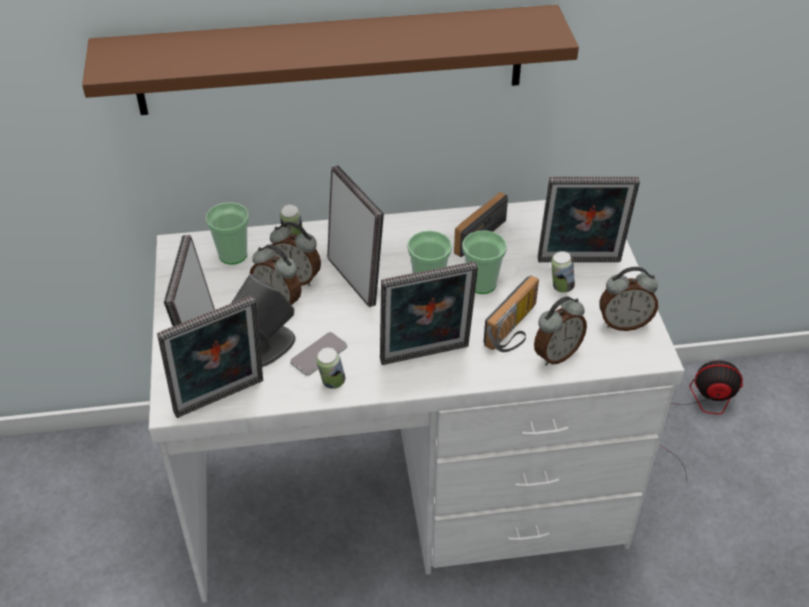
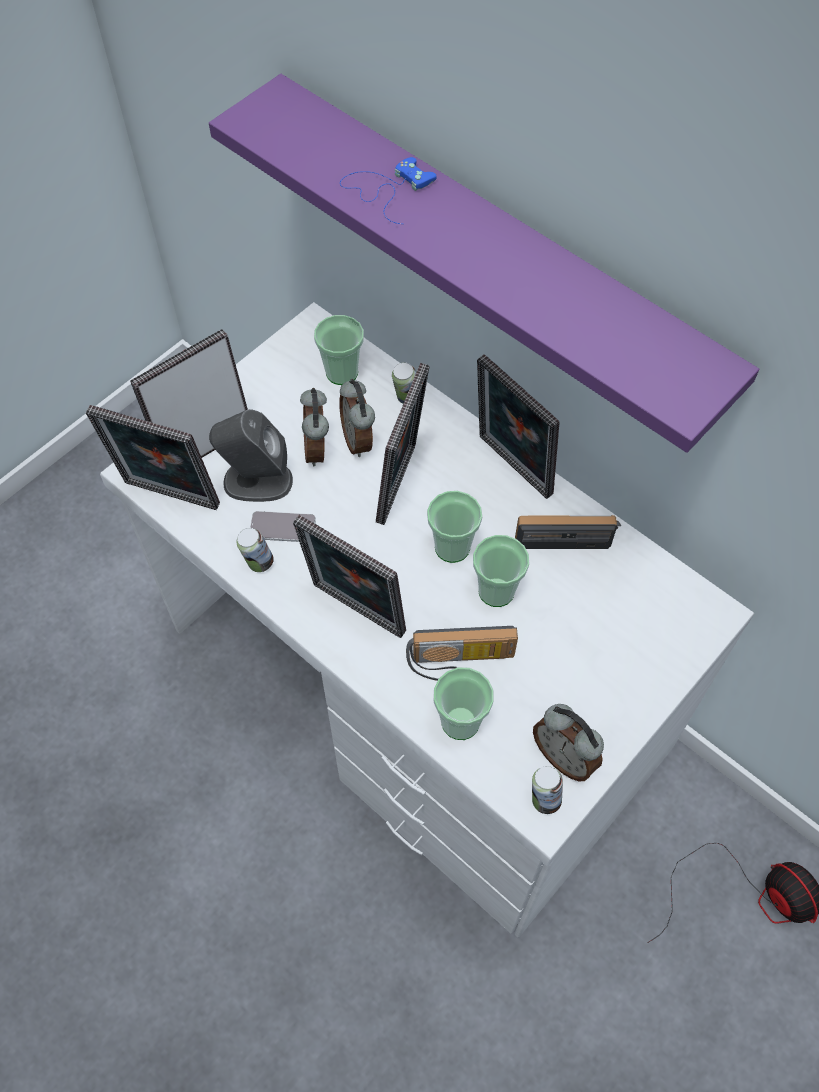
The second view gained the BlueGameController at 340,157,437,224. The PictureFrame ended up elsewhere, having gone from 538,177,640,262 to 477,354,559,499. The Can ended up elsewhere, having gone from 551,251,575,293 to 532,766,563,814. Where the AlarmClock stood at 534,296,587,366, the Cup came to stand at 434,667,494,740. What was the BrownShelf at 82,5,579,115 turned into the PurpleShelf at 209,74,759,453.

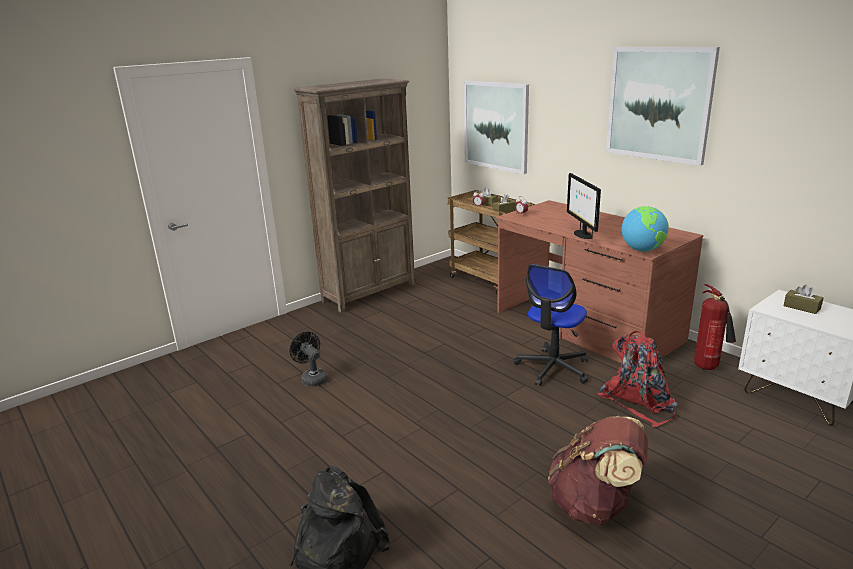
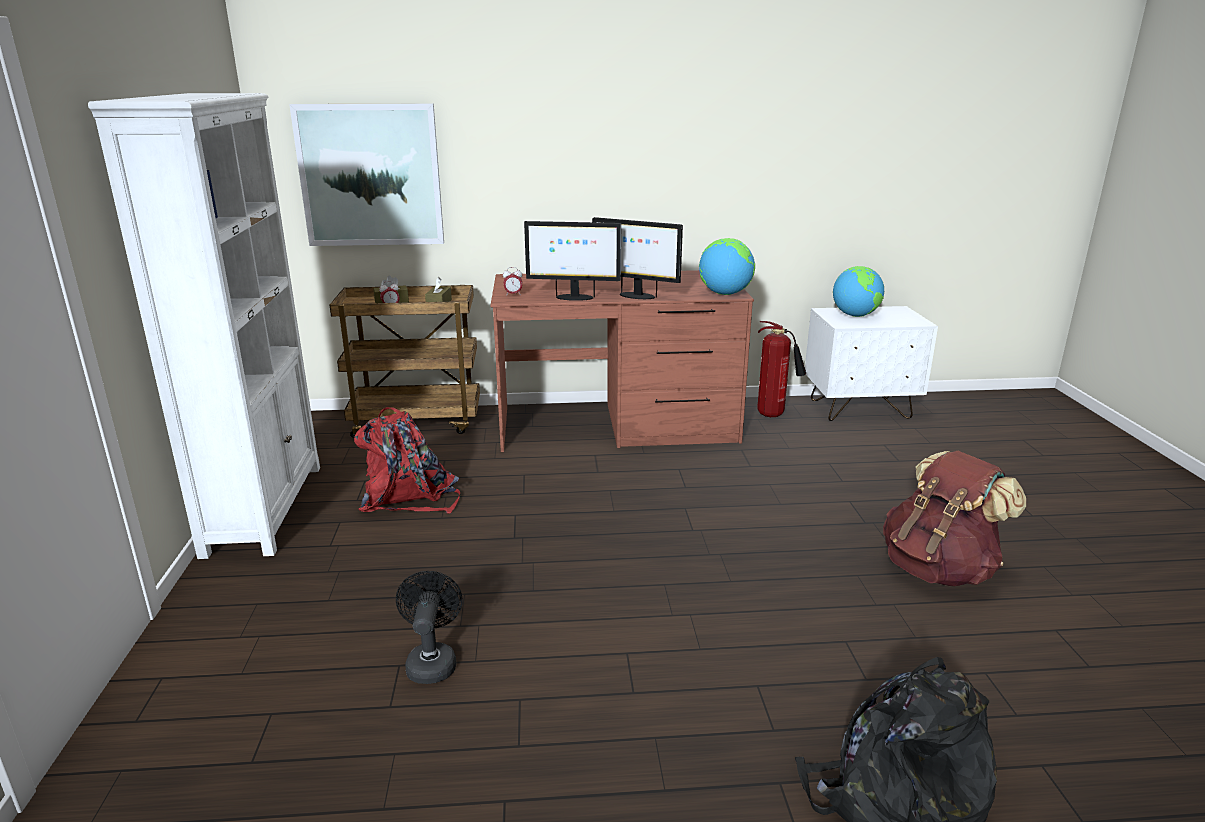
The second view lost the OfficeChair at 514,264,588,386. The second view lost the Picture at 606,47,720,166. The second view gained the Monitor at 524,221,621,301. The RedBackpack ended up elsewhere, having gone from 598,331,678,428 to 354,407,460,514. Where the BrownTissueBox stood at 784,285,823,314, the Globe came to stand at 833,266,884,317. What was the BrownBookcase at 294,78,416,313 turned into the WhiteBookcase at 88,93,320,559. The BlackFan at 289,332,328,387 ended up facing another way, 90 degrees clockwise from before.

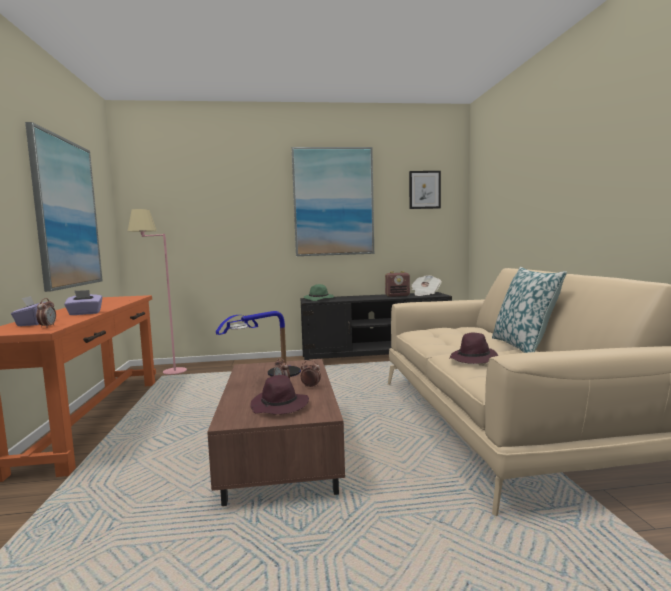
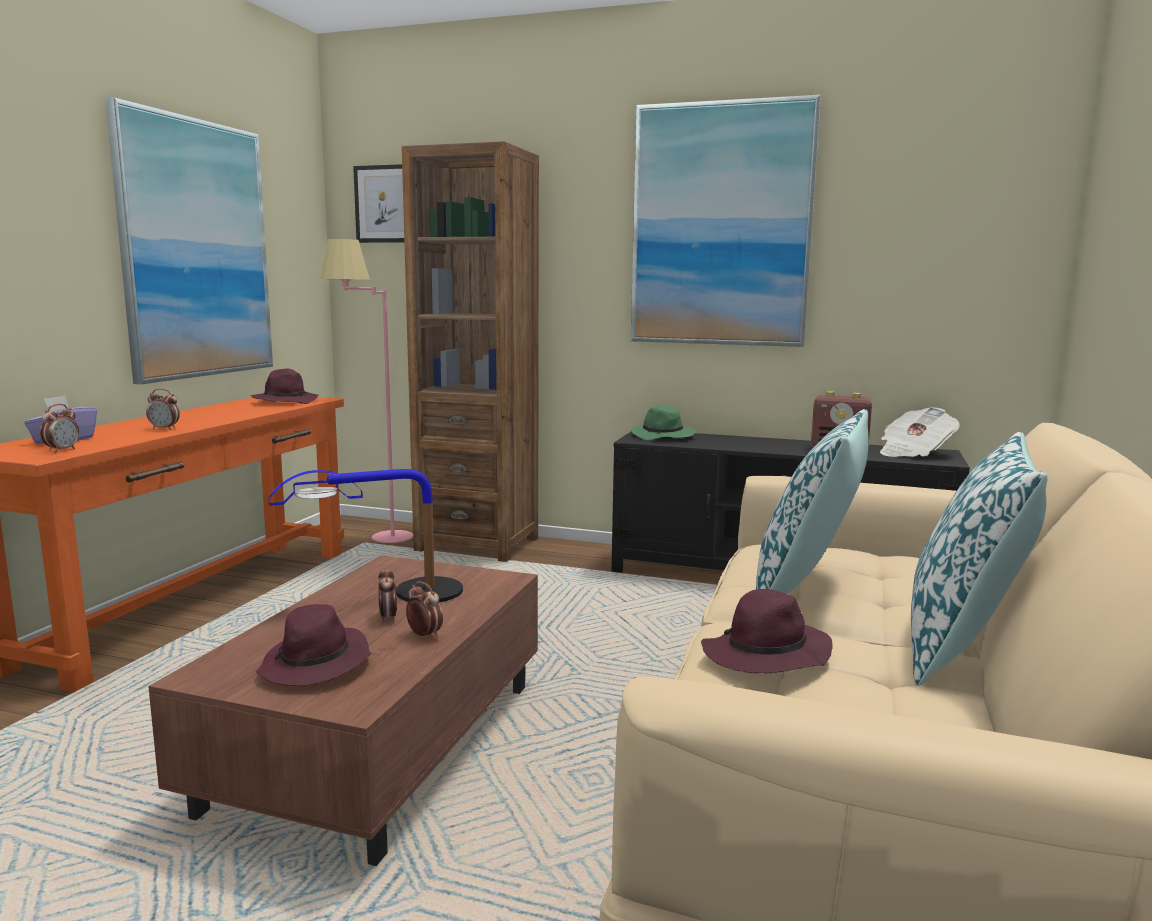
The second view gained the PurpleHat at 251,369,319,404. The second view gained the BrownBookcase at 402,141,539,562. The second view gained the Pillow at 756,409,869,594. The Picture ended up elsewhere, having gone from 409,171,441,209 to 353,164,404,243. Where the PurpleTissueBox stood at 64,290,103,315, the AlarmClock came to stand at 146,389,180,430.

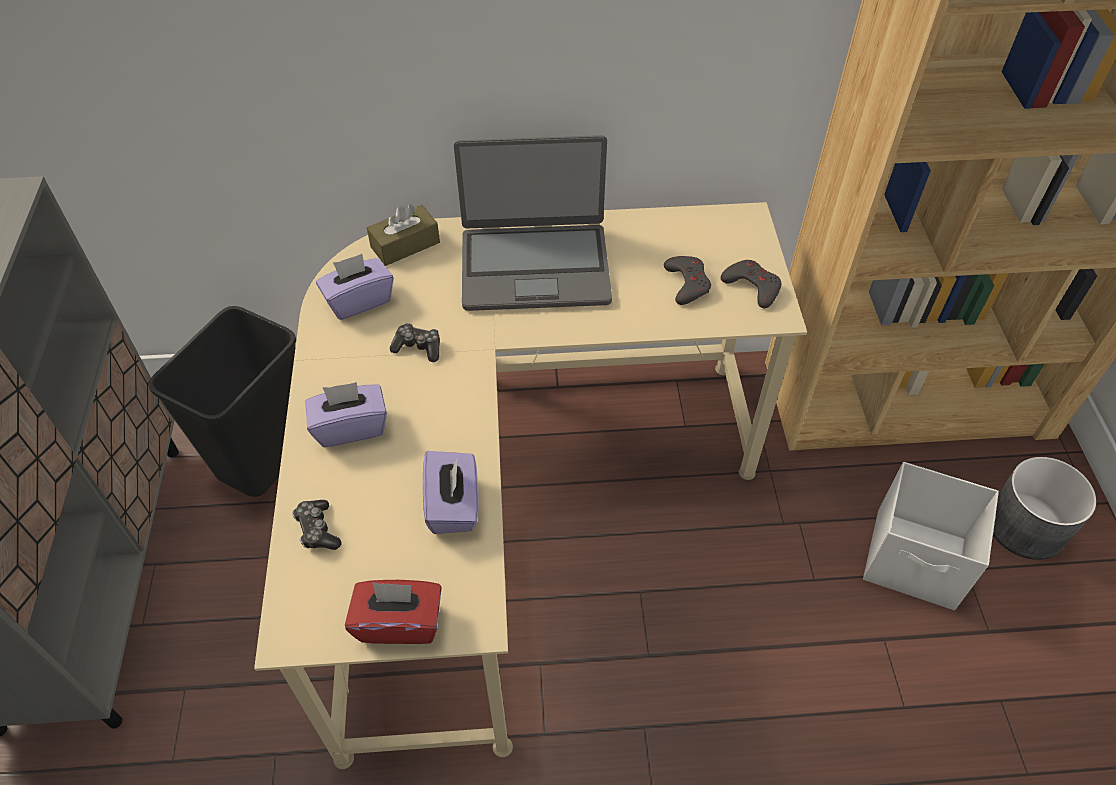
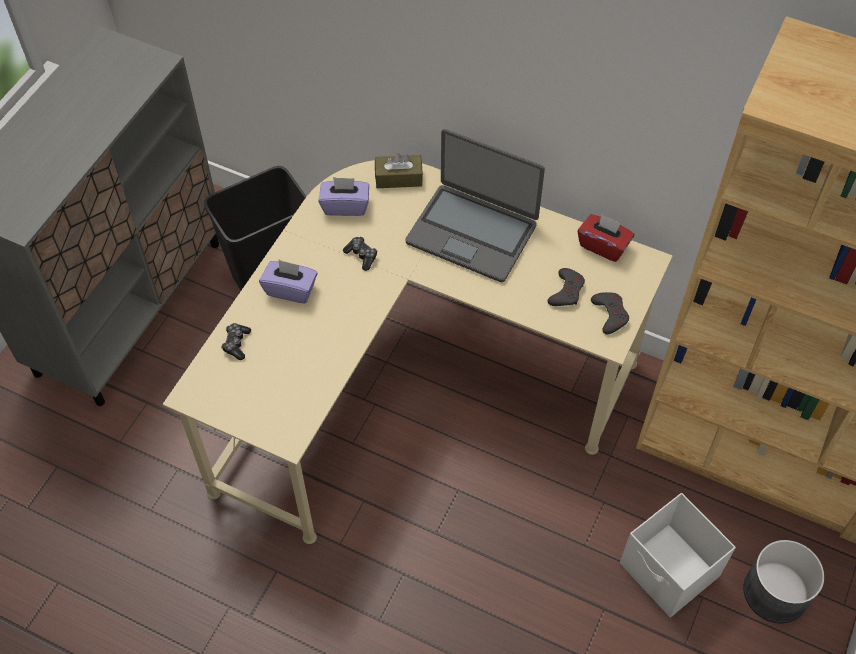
The second view lost the PurpleTissueBox at 423,451,479,534. The RedTissueBox ended up elsewhere, having gone from 345,580,442,644 to 578,214,634,262.

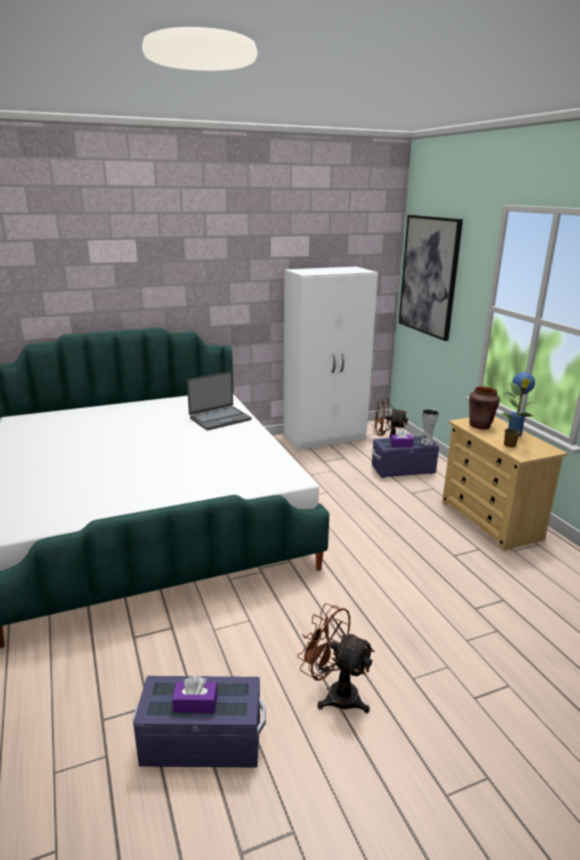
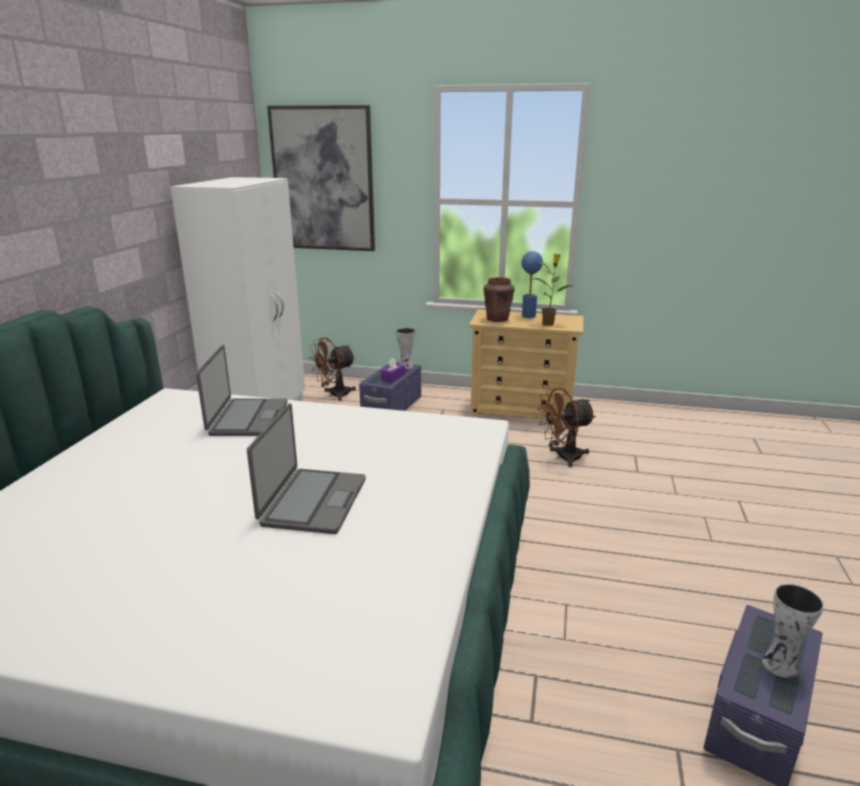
The second view gained the Laptop at 247,403,366,534. The BrownFan ended up elsewhere, having gone from 297,603,375,713 to 537,388,596,467. Where the PurpleTissueBox stood at 172,676,217,713, the Vase came to stand at 762,583,824,678.

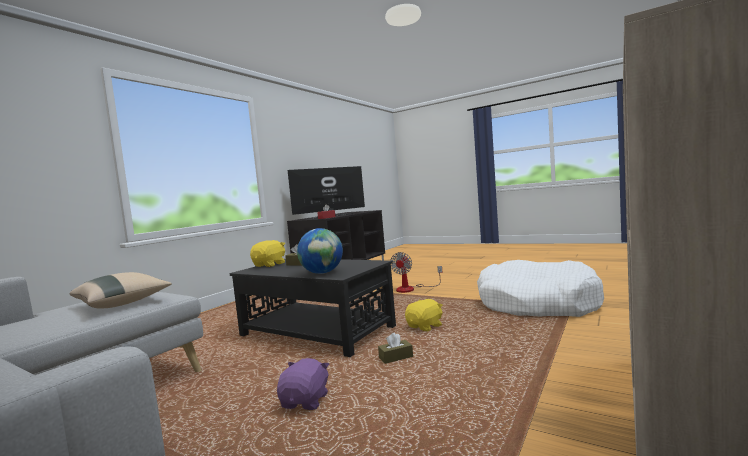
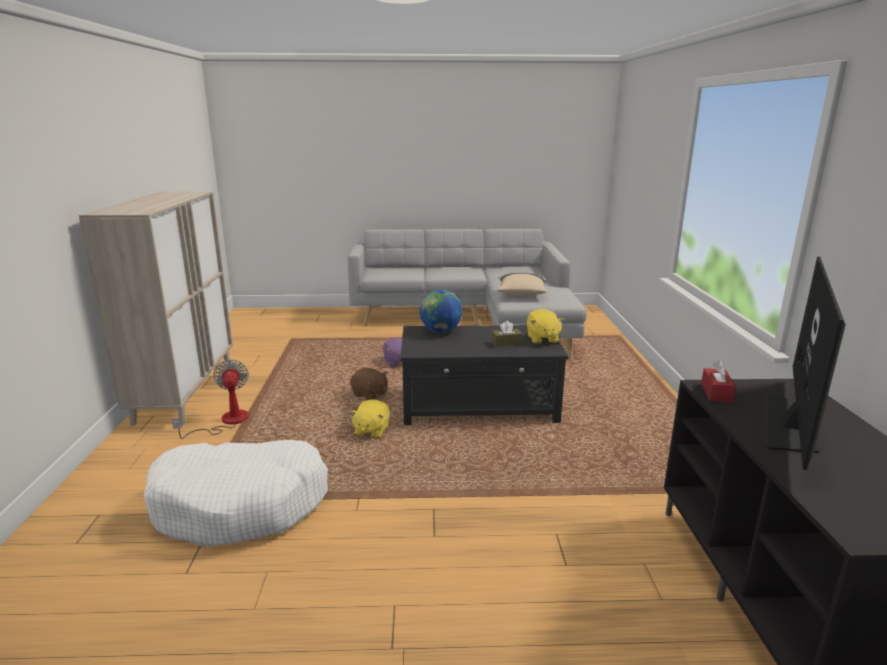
The Fan ended up elsewhere, having gone from 390,252,442,293 to 172,360,249,439. Where the BrownTissueBox stood at 378,332,413,364, the BrownPlushToy came to stand at 350,368,388,400.

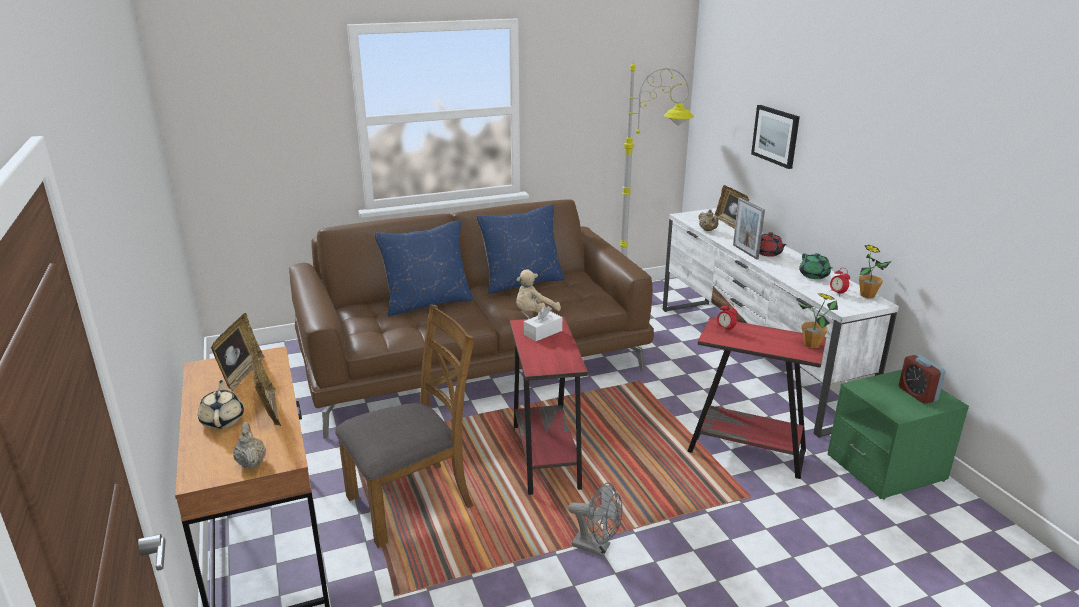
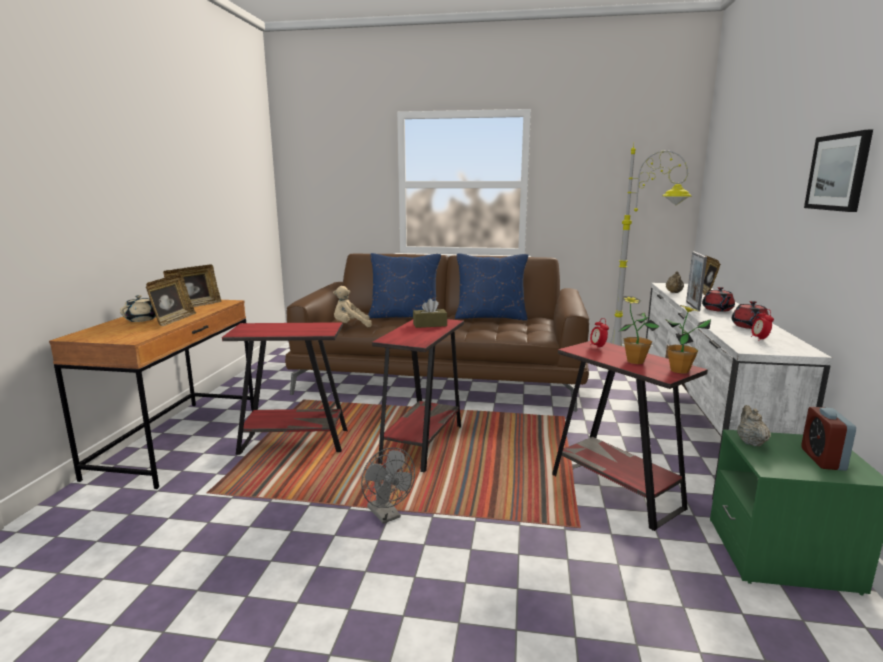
The BeigeTeapot ended up elsewhere, having gone from 233,422,266,469 to 737,405,771,446. The BeigePlushToy ended up elsewhere, having gone from 516,269,561,313 to 333,286,372,327. The Picture ended up elsewhere, having gone from 751,105,800,169 to 804,130,873,212. The PottedPlant ended up elsewhere, having gone from 859,245,891,299 to 619,296,660,364. Where the BrownChair stood at 335,304,474,548, the RedSideTable came to stand at 222,322,348,455. What was the WhiteTissueBox at 524,306,562,341 turned into the BrownTissueBox at 413,299,447,328. What was the GreenTeapot at 799,253,832,279 turned into the RedTeapot at 732,301,769,329.

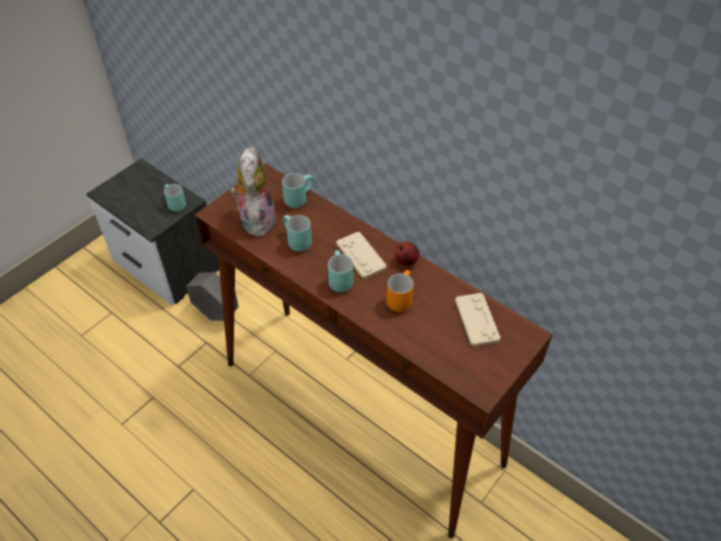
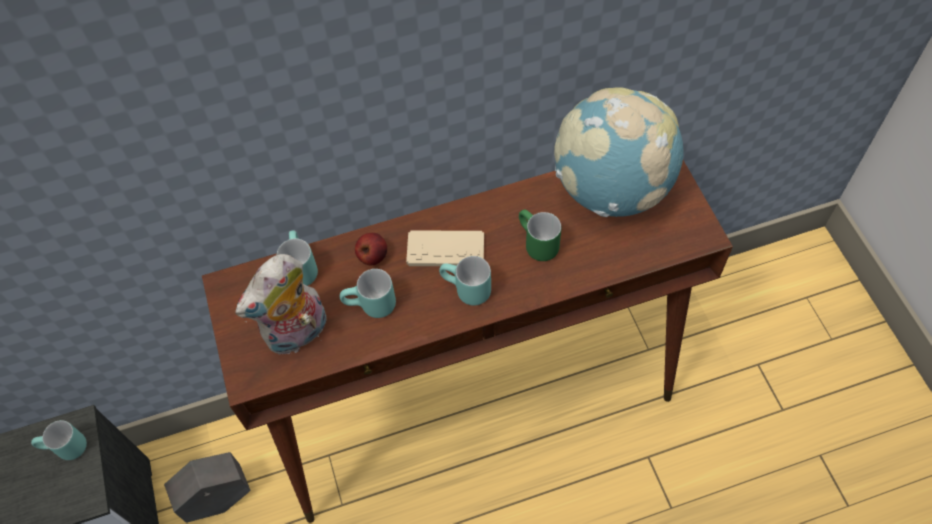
The Apple ended up elsewhere, having gone from 395,242,419,266 to 355,233,387,265. Where the BeigeGameController stood at 455,293,501,347, the Globe came to stand at 554,87,684,217. What was the OrangeMug at 387,270,414,312 turned into the GreenMug at 519,210,561,261. The PlushToy at 230,147,276,237 ended up facing another way, 75 degrees counterclockwise from before.

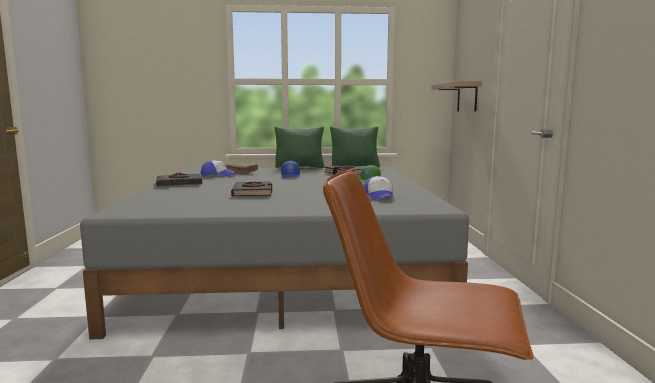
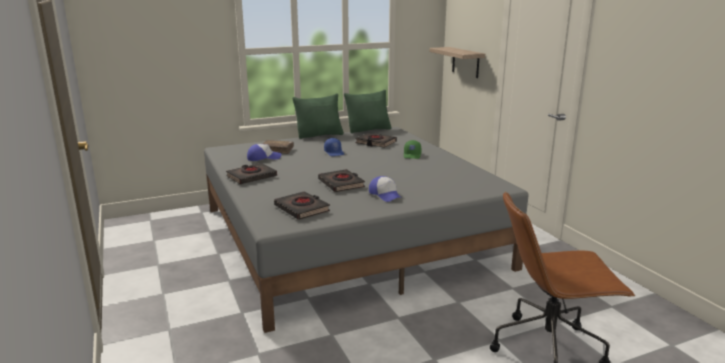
The second view gained the BlackBook at 274,191,330,220. The Cap ended up elsewhere, having gone from 363,176,395,200 to 369,176,400,202.

